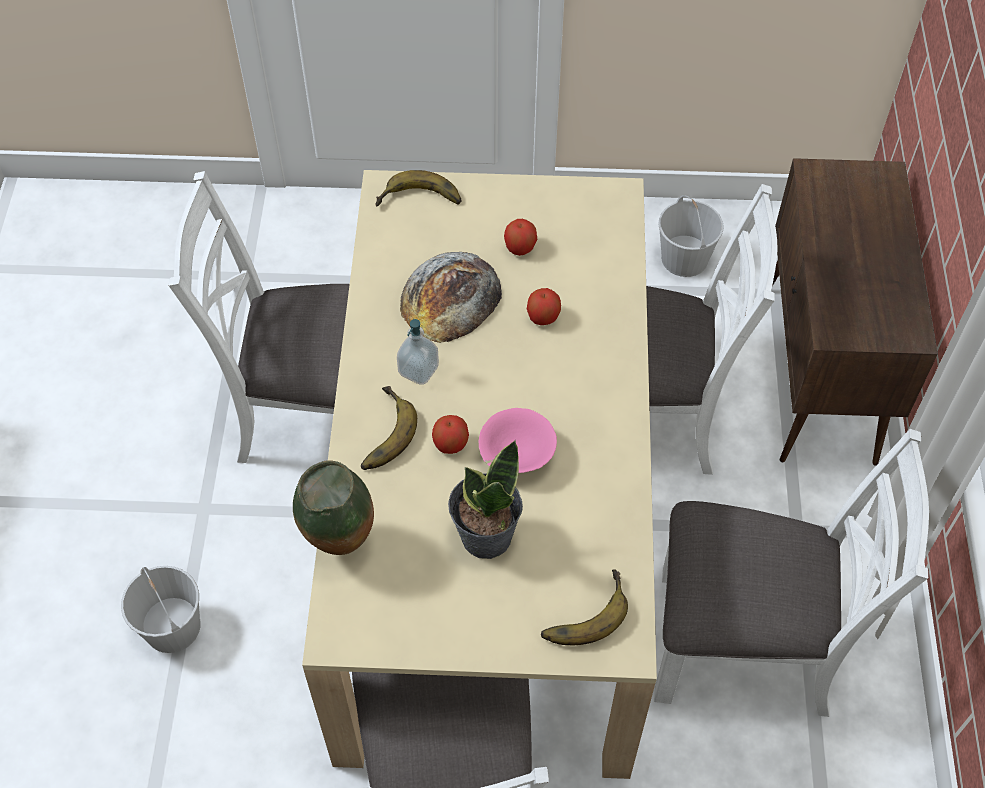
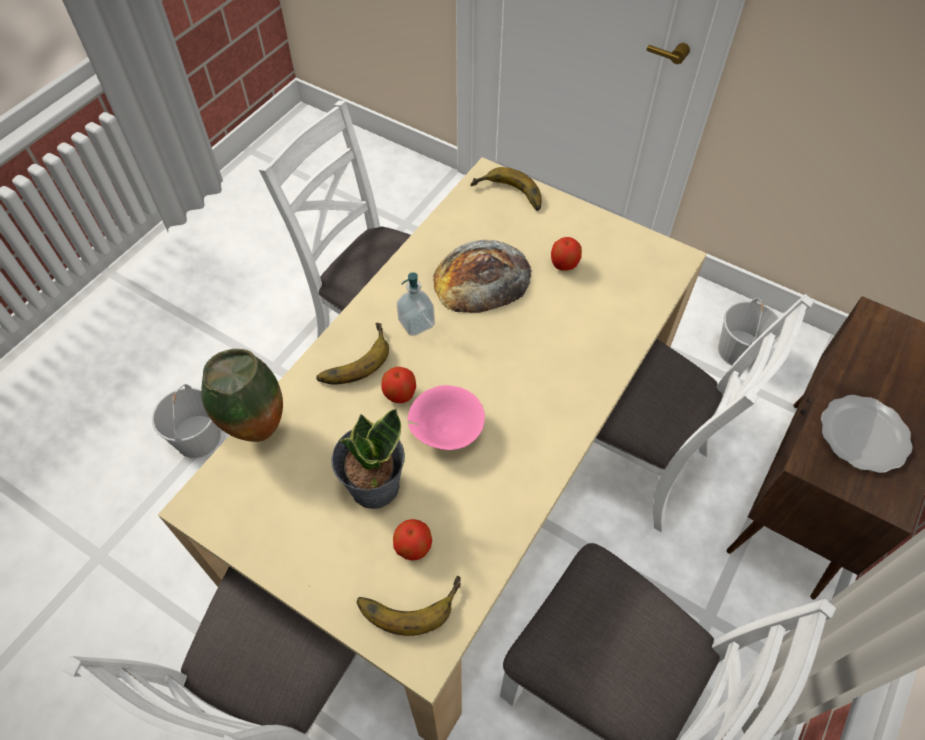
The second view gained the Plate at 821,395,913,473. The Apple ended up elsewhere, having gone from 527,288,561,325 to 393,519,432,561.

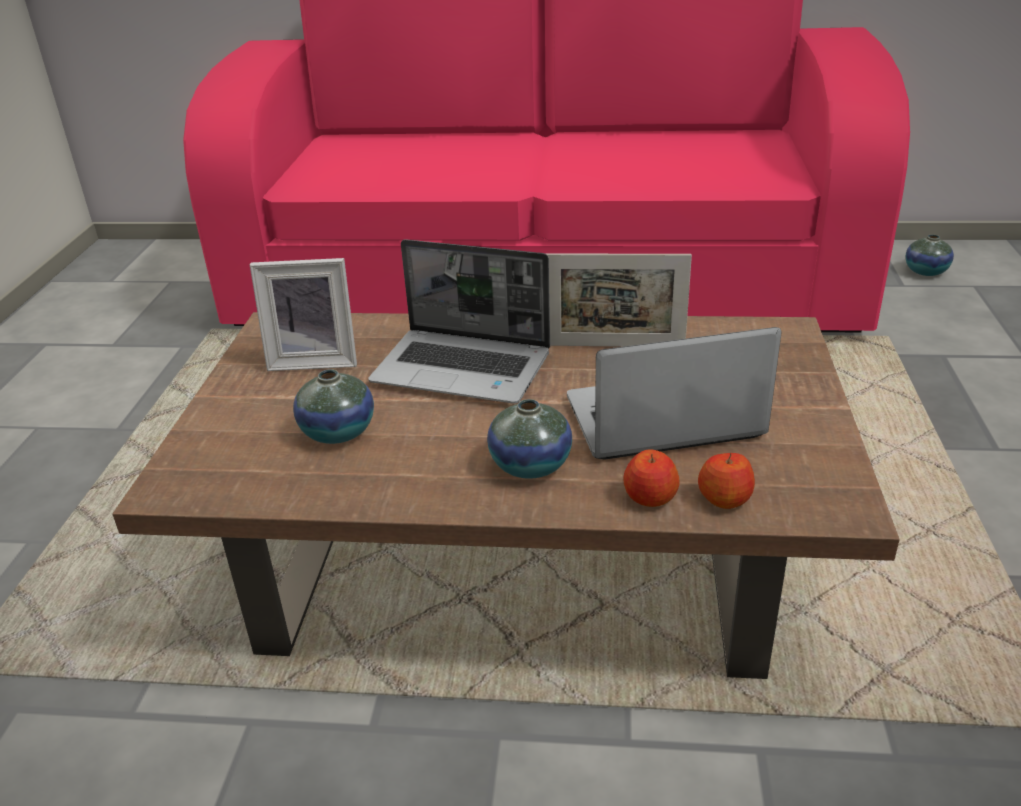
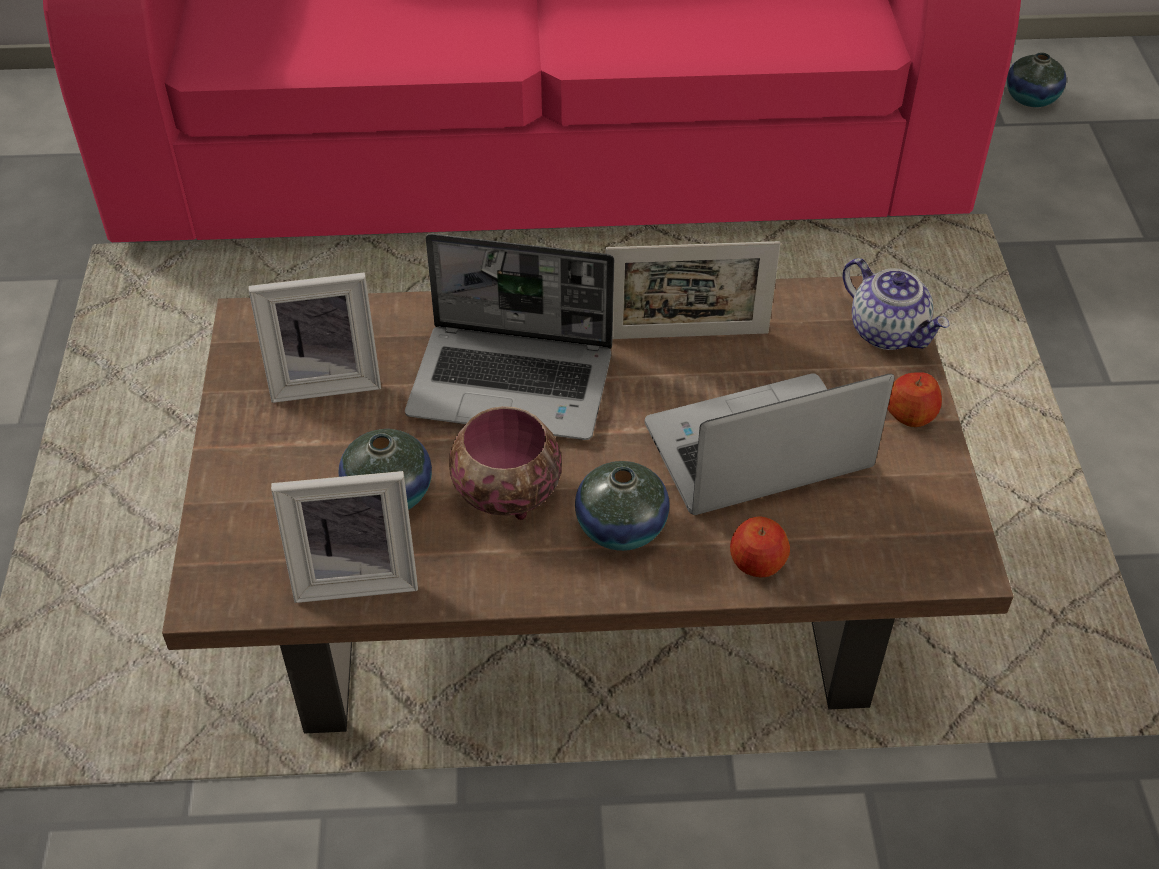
The second view gained the PictureFrame at 271,471,418,603. The second view gained the Bowl at 449,406,562,520. The second view gained the Teapot at 842,258,949,350. The Apple ended up elsewhere, having gone from 698,453,755,509 to 888,372,942,427.

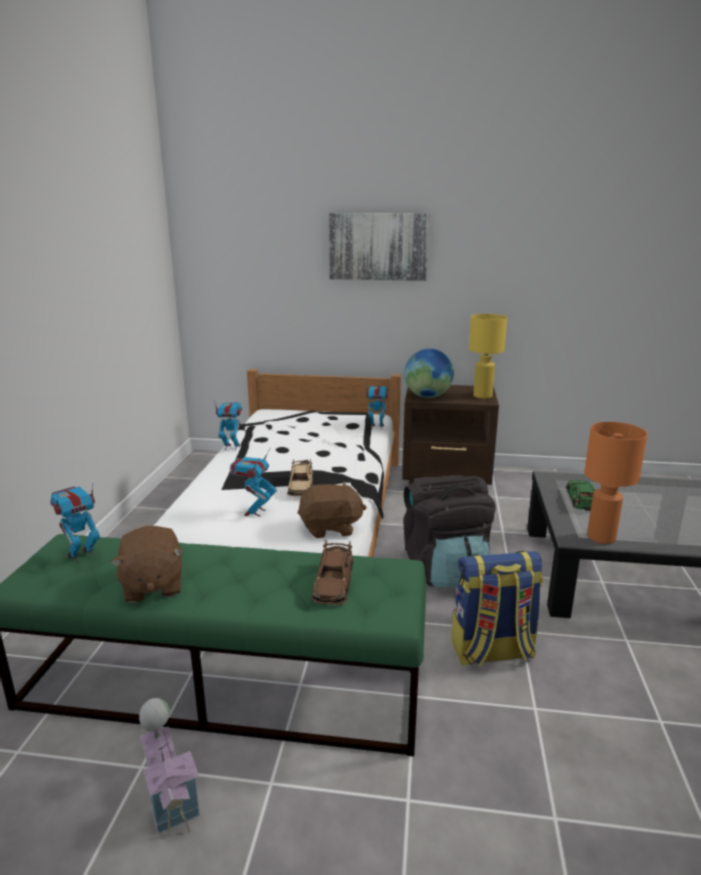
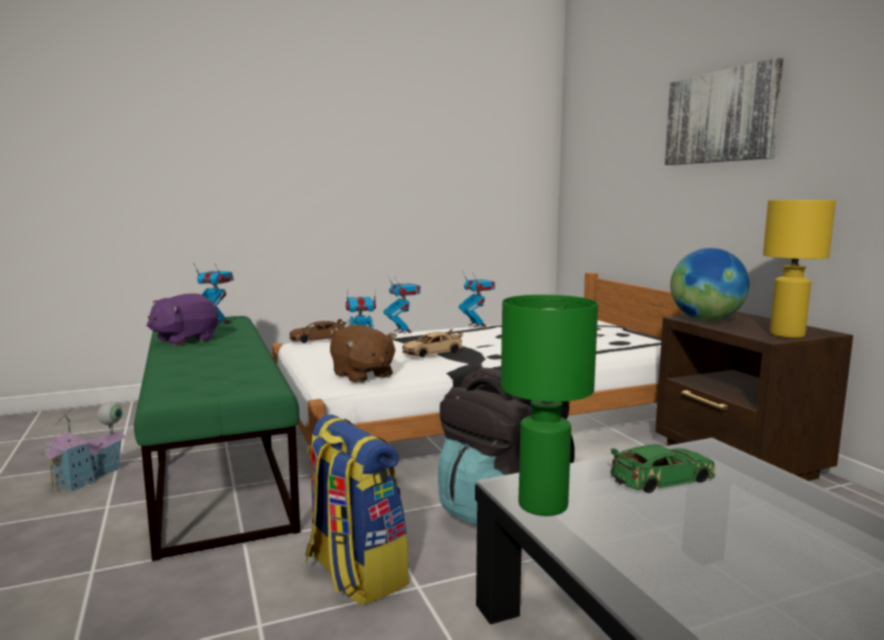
The BrownToyCar ended up elsewhere, having gone from 311,540,354,605 to 289,319,346,343. The ToyRobot ended up elsewhere, having gone from 366,386,388,428 to 384,275,421,333. What was the BrownPlushToy at 110,526,184,603 turned into the PurplePlushToy at 146,293,218,346. What was the OrangeTableLamp at 584,422,648,544 turned into the GreenTableLamp at 501,295,598,516.

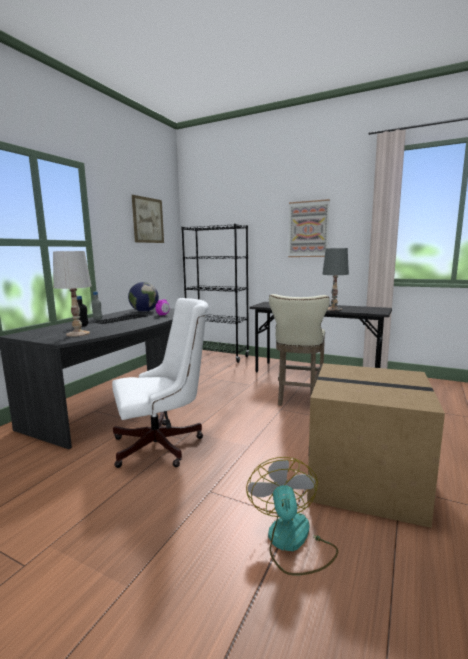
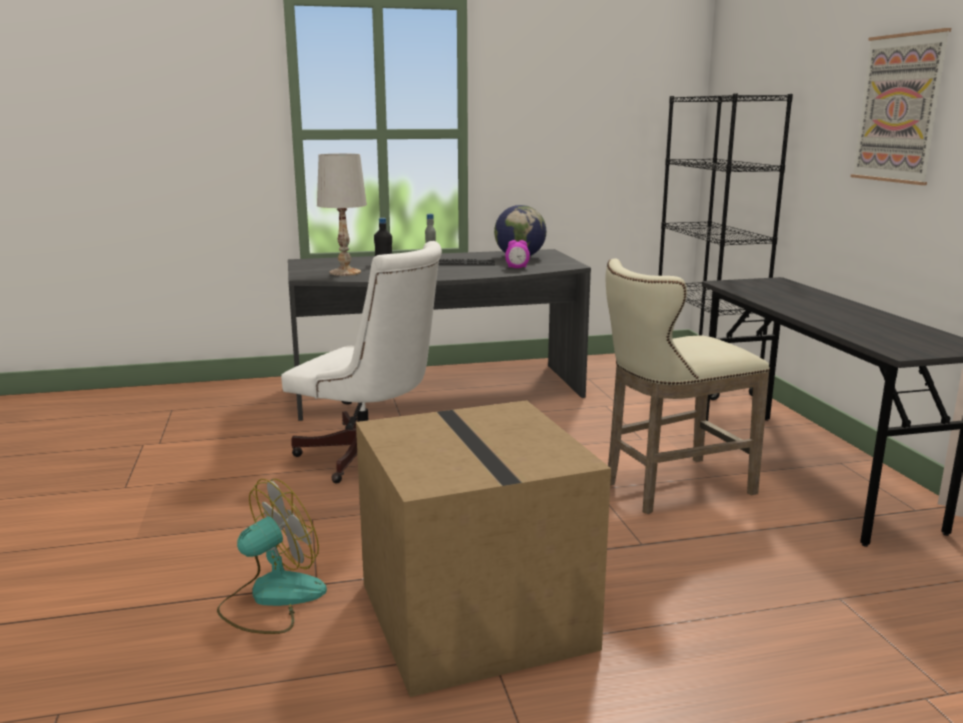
The second view lost the Picture at 132,195,164,243. The second view lost the GreyTableLamp at 322,248,349,311.

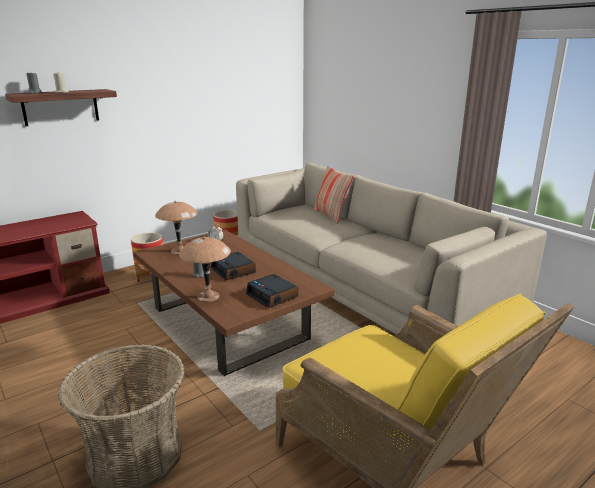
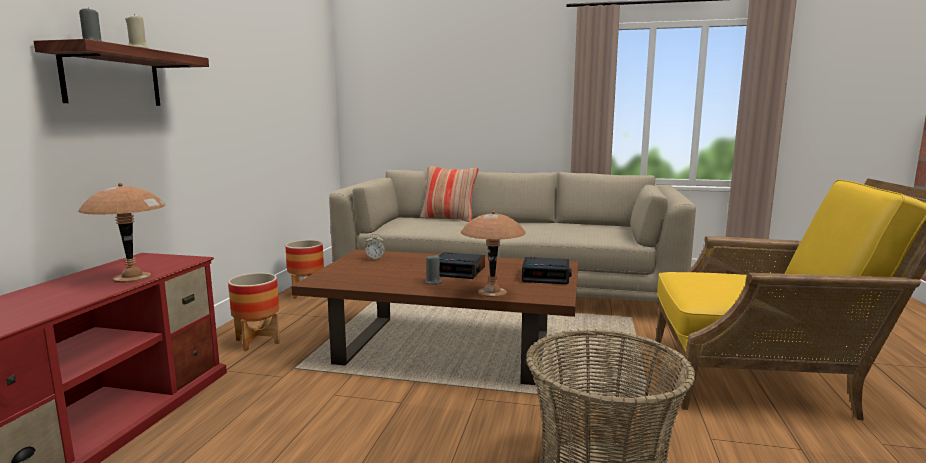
The BrownTableLamp ended up elsewhere, having gone from 155,201,197,255 to 78,183,166,283.

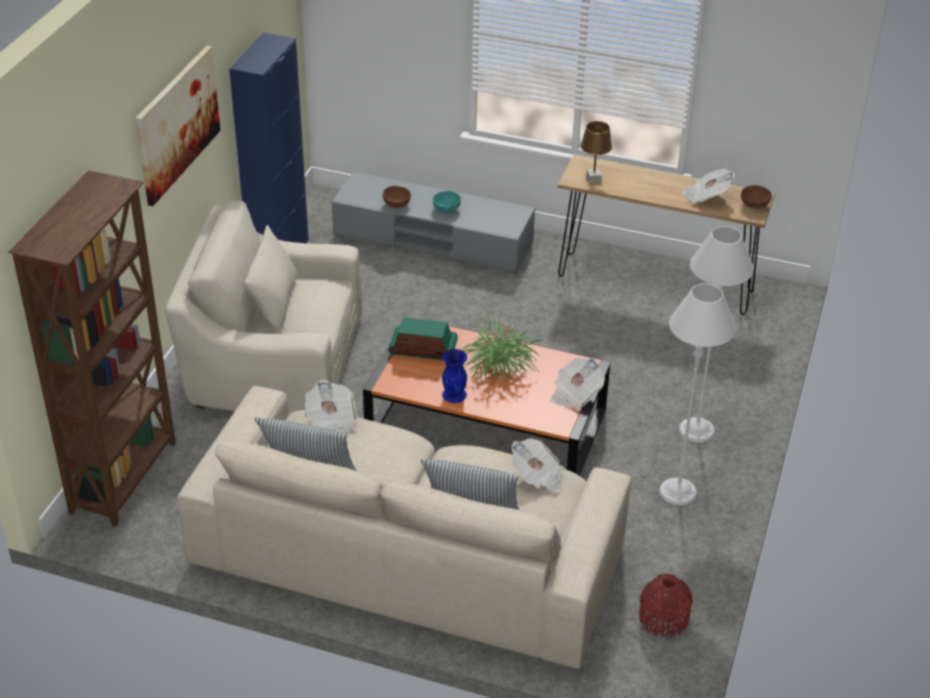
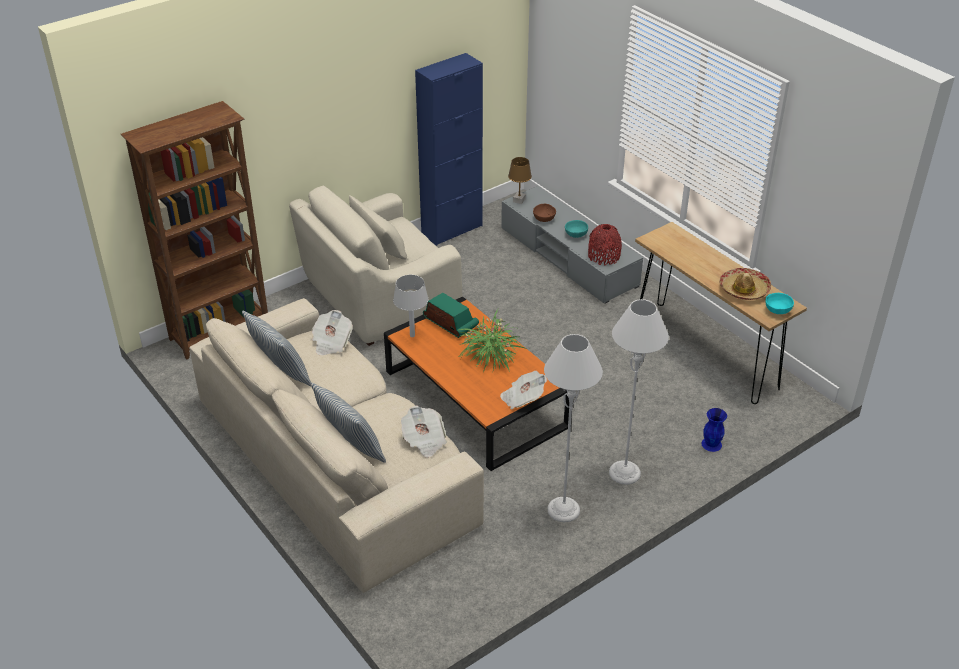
The second view lost the Picture at 135,46,220,206. The second view gained the GreyTableLamp at 393,275,428,337. The BlueVase ended up elsewhere, having gone from 442,349,467,403 to 702,408,727,452. The BrownTableLamp ended up elsewhere, having gone from 581,121,612,183 to 508,157,532,204. The RedVase ended up elsewhere, having gone from 639,574,693,637 to 588,224,622,265. Where the Newspaper stood at 682,168,735,204, the Hat came to stand at 719,268,771,300. What was the BrownBowl at 741,185,772,208 turned into the TurquoiseBowl at 765,293,794,314. The BeigeArmchair at 165,200,362,414 ended up facing another way, 75 degrees counterclockwise from before.

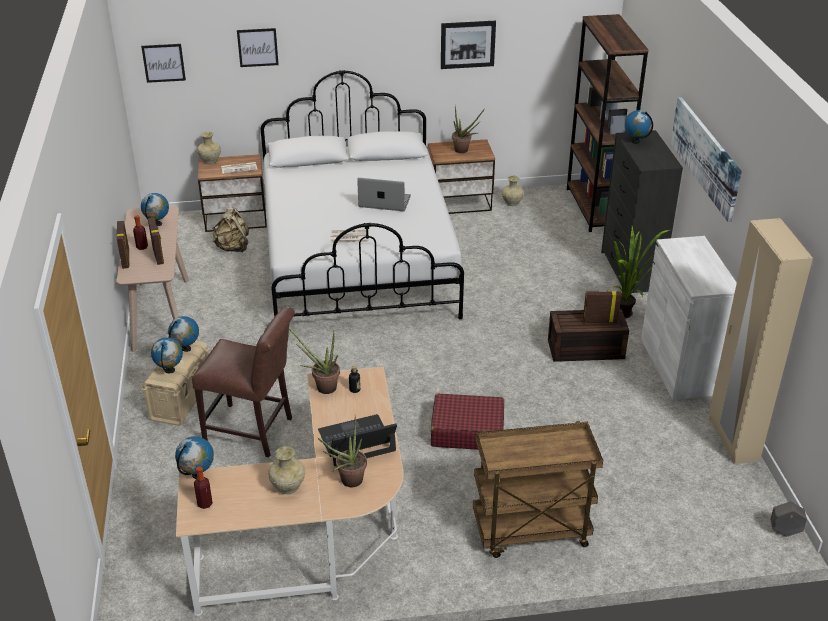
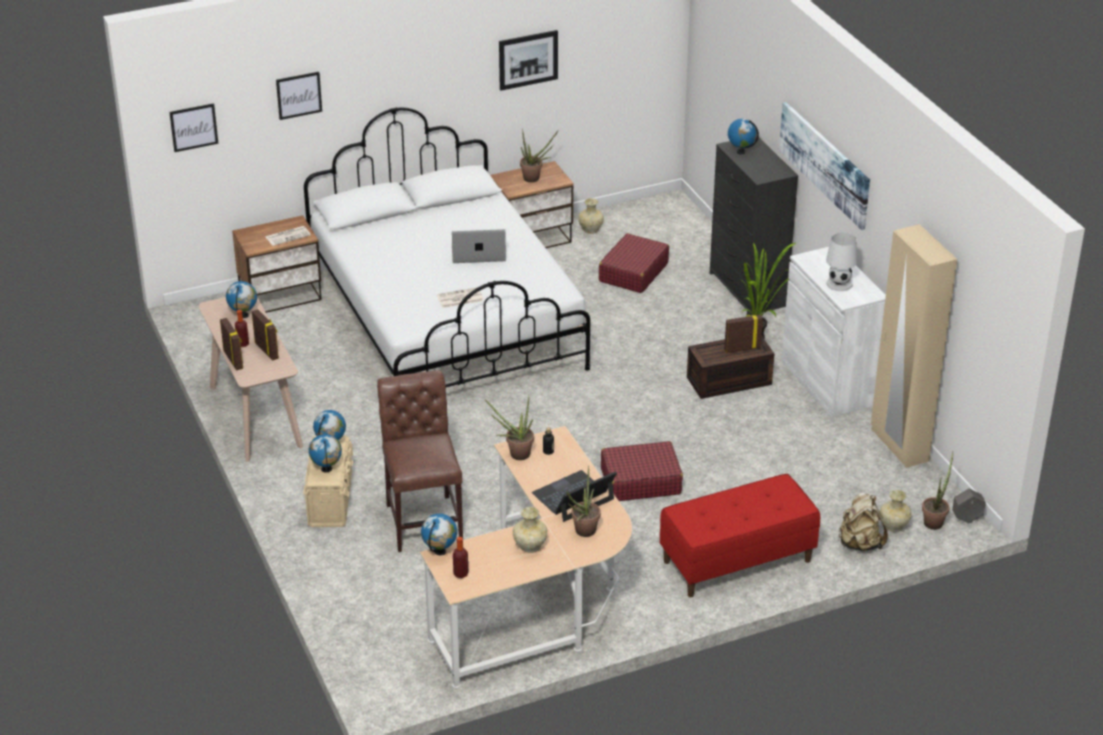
The second view lost the BrownBookcase at 567,14,649,232. The second view gained the RedSuitcase at 599,233,669,293. The second view gained the WhiteTableLamp at 826,232,857,291. The second view gained the PottedPlant at 922,452,953,530. The BeigeVase ended up elsewhere, having gone from 197,132,221,164 to 880,490,912,532. The BeigeBackpack ended up elsewhere, having gone from 213,207,249,253 to 838,492,888,551. Where the BrownCart stood at 473,421,603,558, the RedBench came to stand at 660,474,820,597. The BrownChair at 192,307,295,457 ended up facing another way, 105 degrees counterclockwise from before.

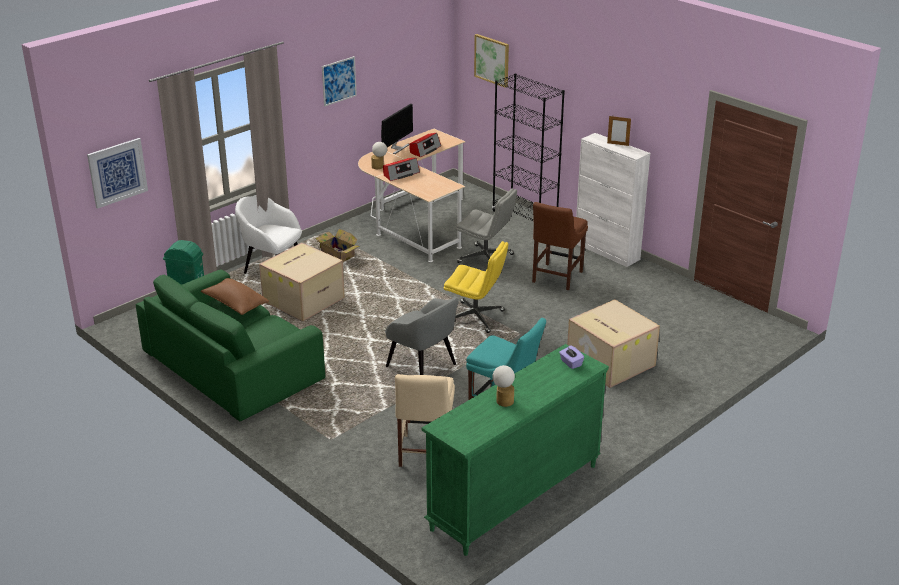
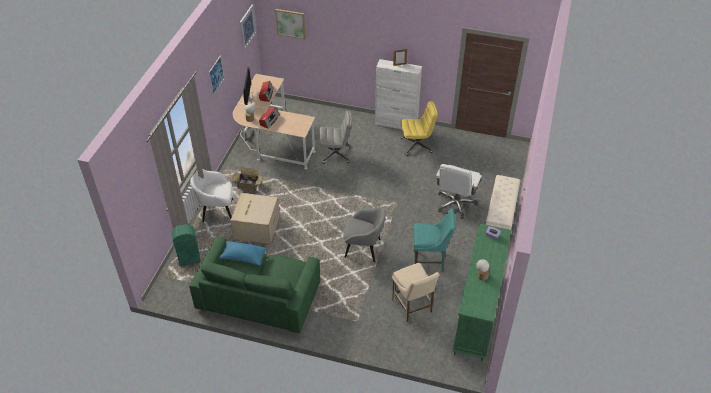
The second view lost the BlackBookcase at 492,73,565,221. The second view lost the BrownChair at 532,202,588,290. The second view gained the BeigeBench at 486,175,521,230. The Picture ended up elsewhere, having gone from 87,138,148,209 to 240,5,256,51. The YellowOfficeChair ended up elsewhere, having gone from 444,241,508,333 to 400,101,438,156. Where the CardboardBox stood at 567,299,660,388, the WhiteOfficeChair came to stand at 435,164,482,219. What was the BrownPillow at 201,278,269,315 turned into the BluePillow at 219,241,267,266.

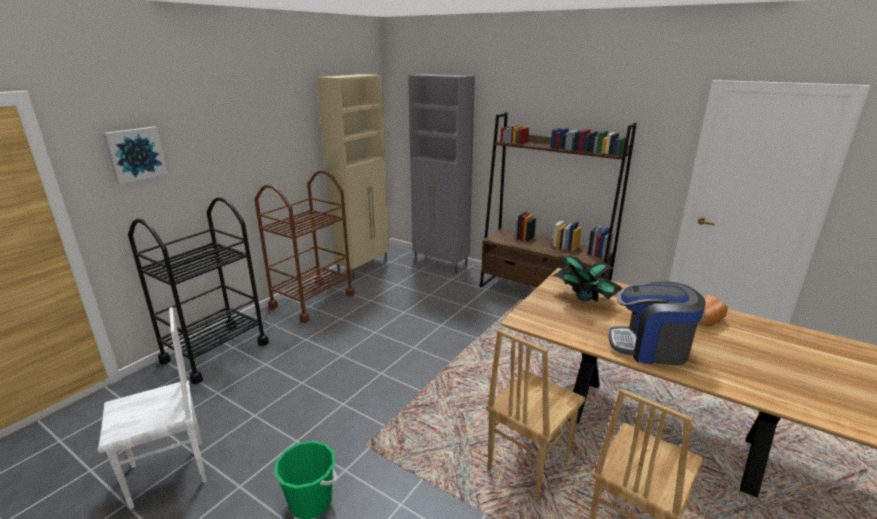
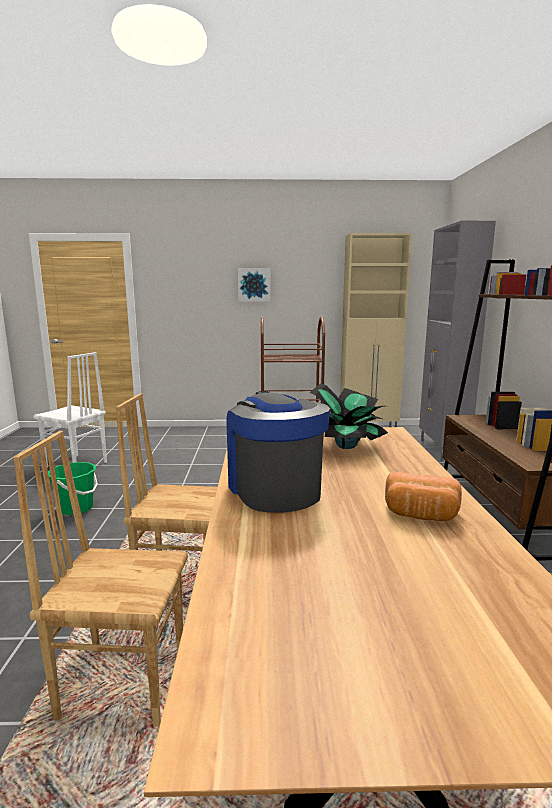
The second view lost the BlackCart at 128,197,269,384. The Picture ended up elsewhere, having gone from 103,126,168,184 to 238,268,271,301.

